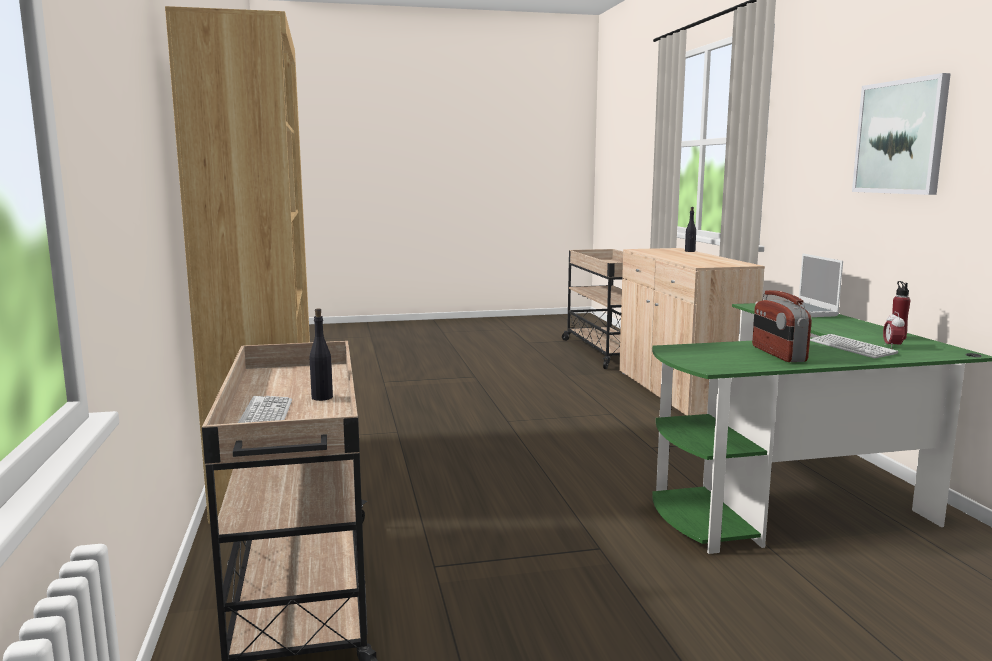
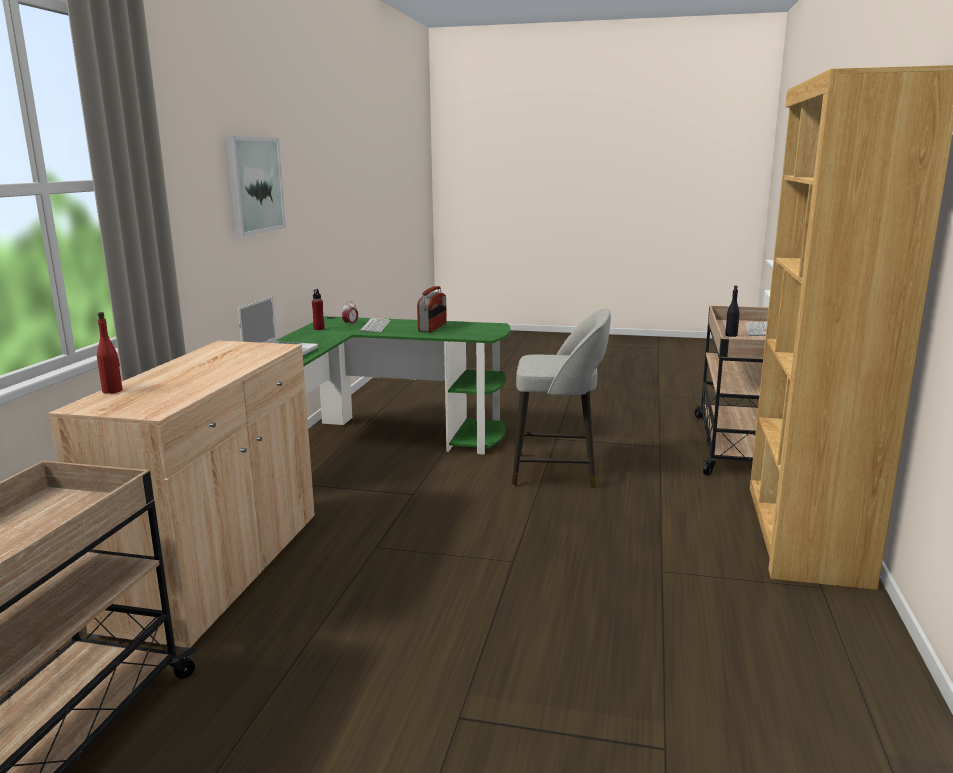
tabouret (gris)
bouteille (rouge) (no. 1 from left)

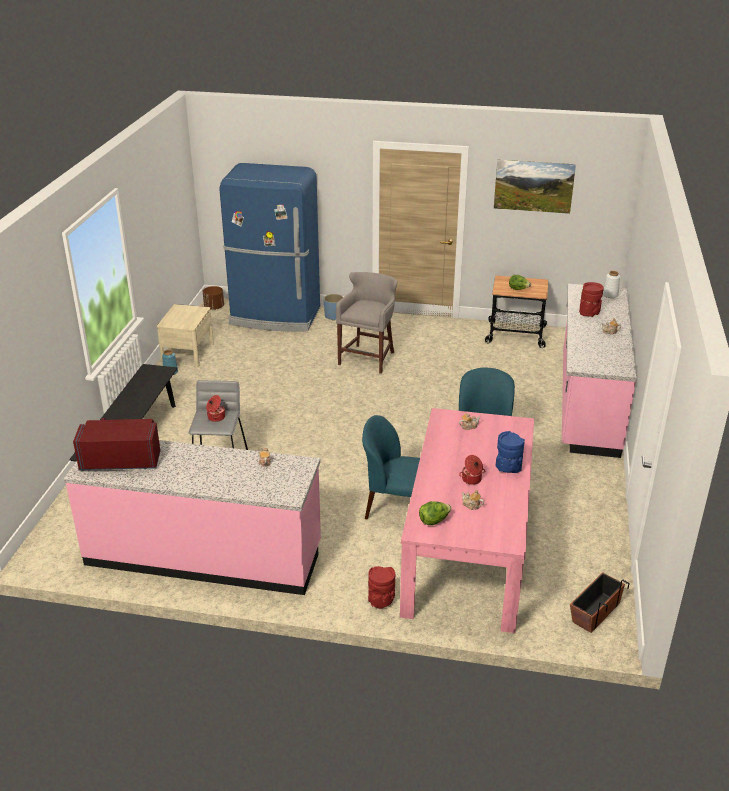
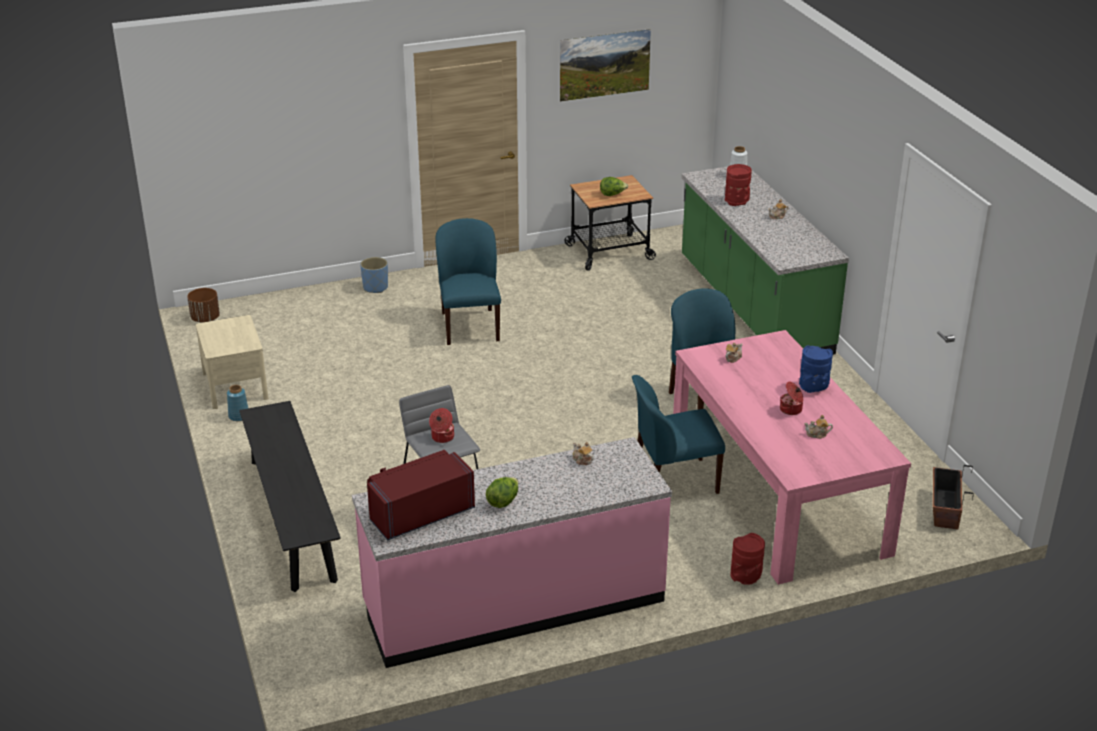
réfrigérateur (bleu)
laitue (no. 1 from left)
chaise (bleu) (no. 1 from left)
comptoir de cuisine (vert)

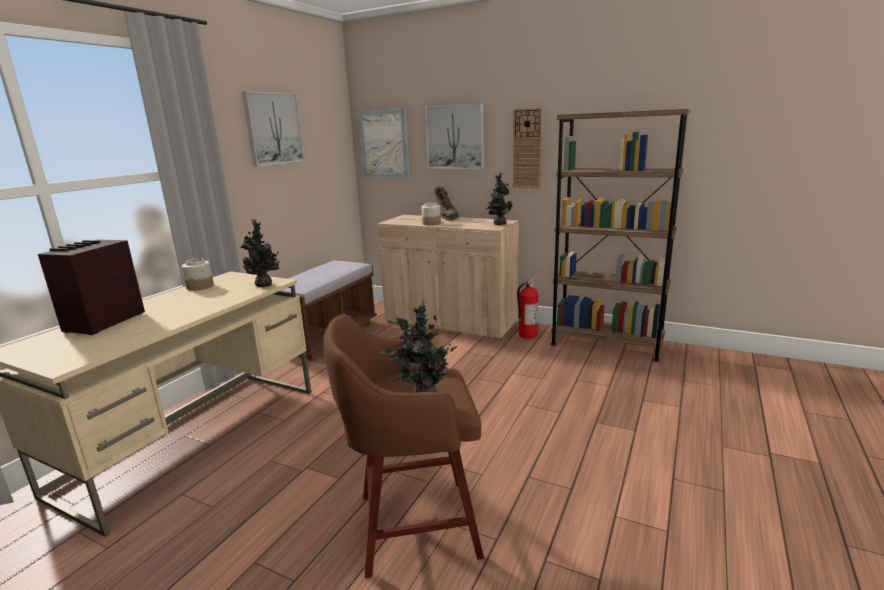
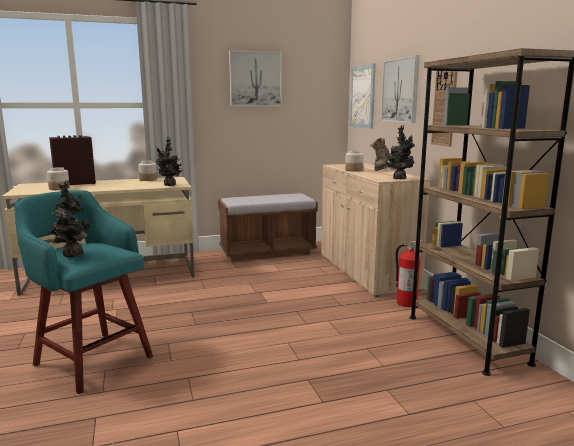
bocal (no. 1 from left)
tabouret (turquoise)

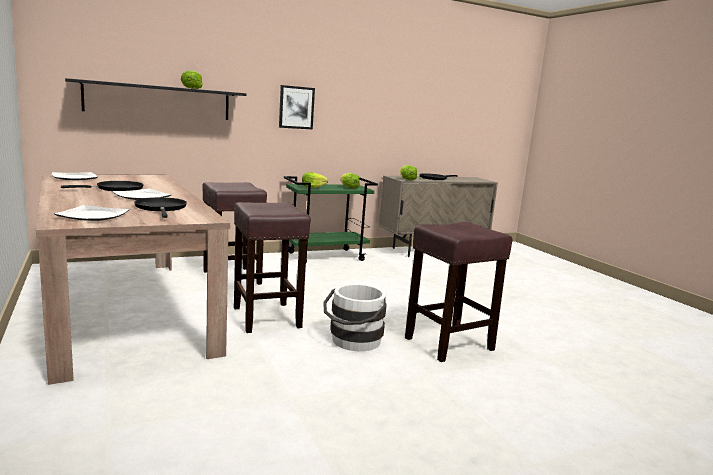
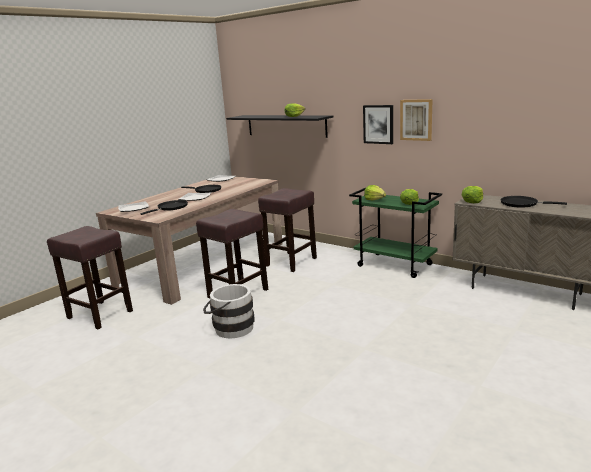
tableau (no. 2 from left)
tabouret (marron) (no. 1 from left)

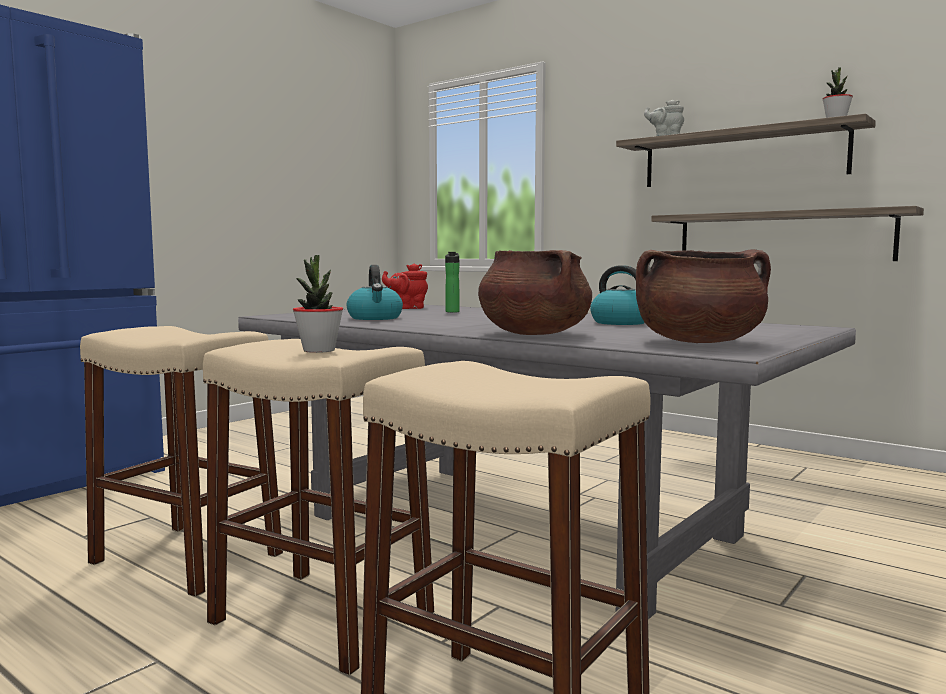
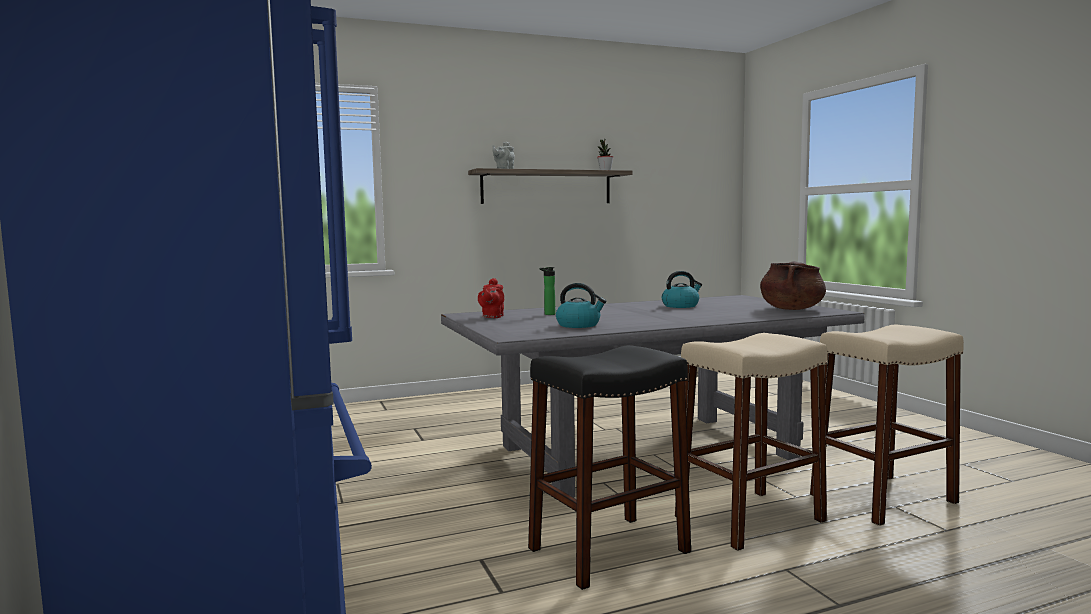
plante en pot (no. 1 from left in the first image)
marmite (marron) (no. 1 from left in the first image)
étagère (no. 2 from left in the first image)
tabouret (noir)

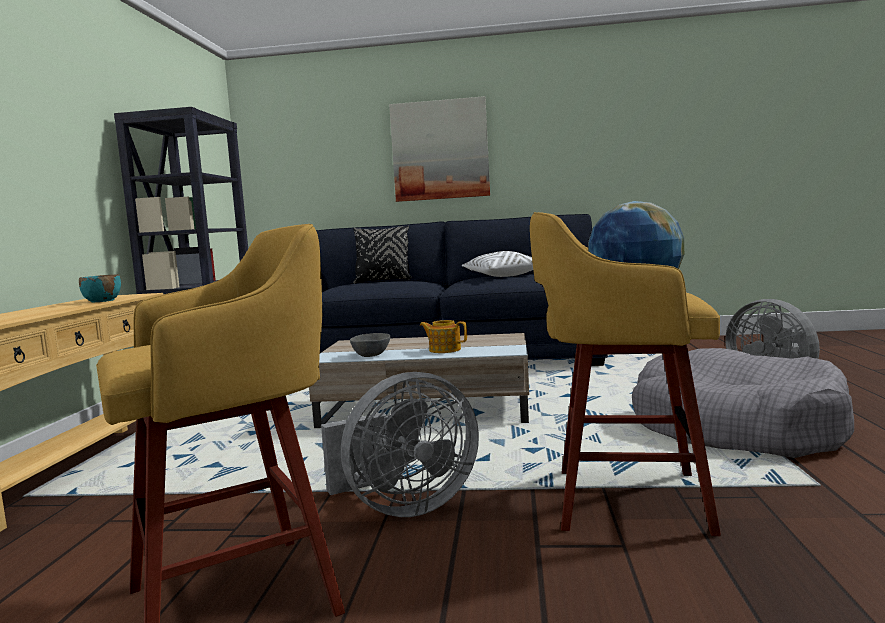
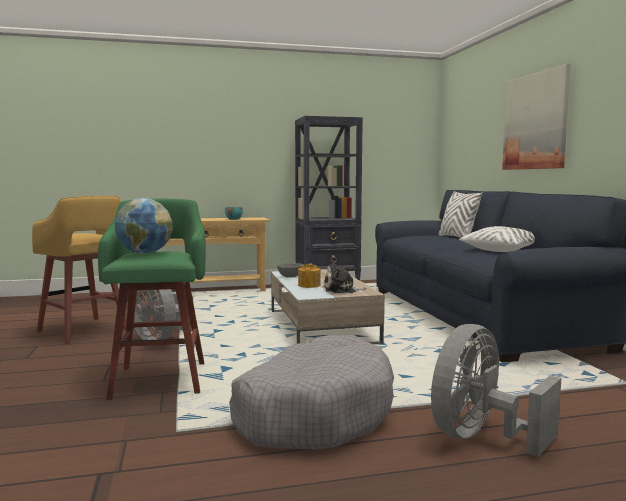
peluche
coussin (blanc) (no. 1 from left)
tabouret (vert)

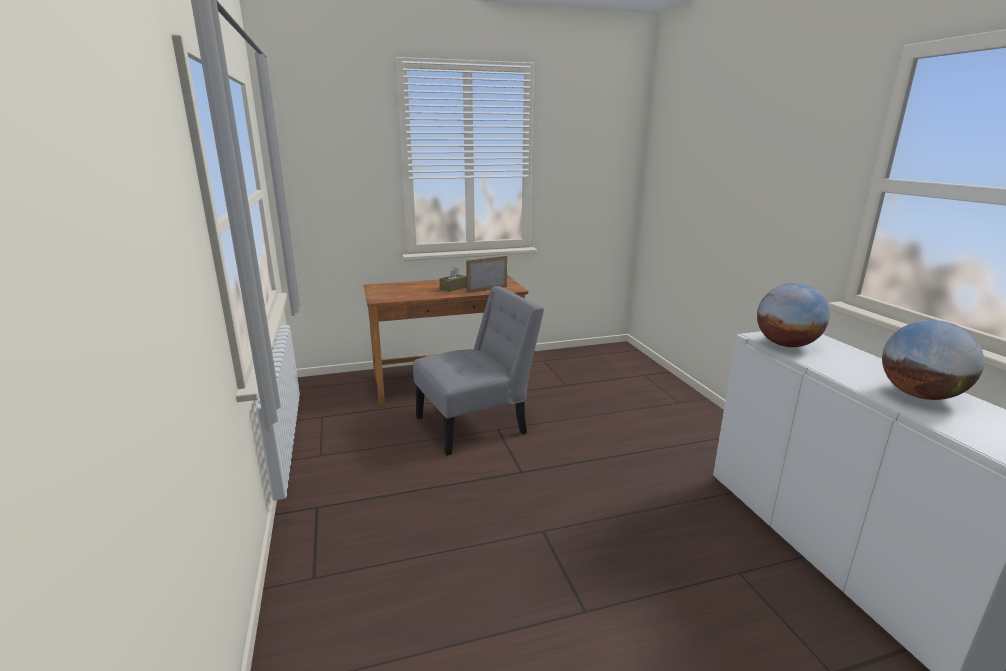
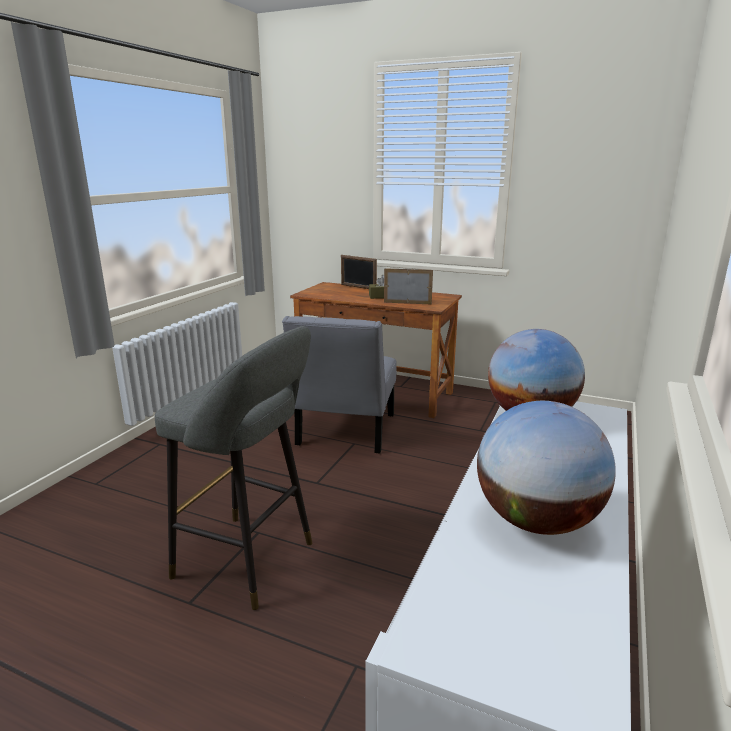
tabouret (gris)
cadre photo (no. 1 from left)
chaise (gris)

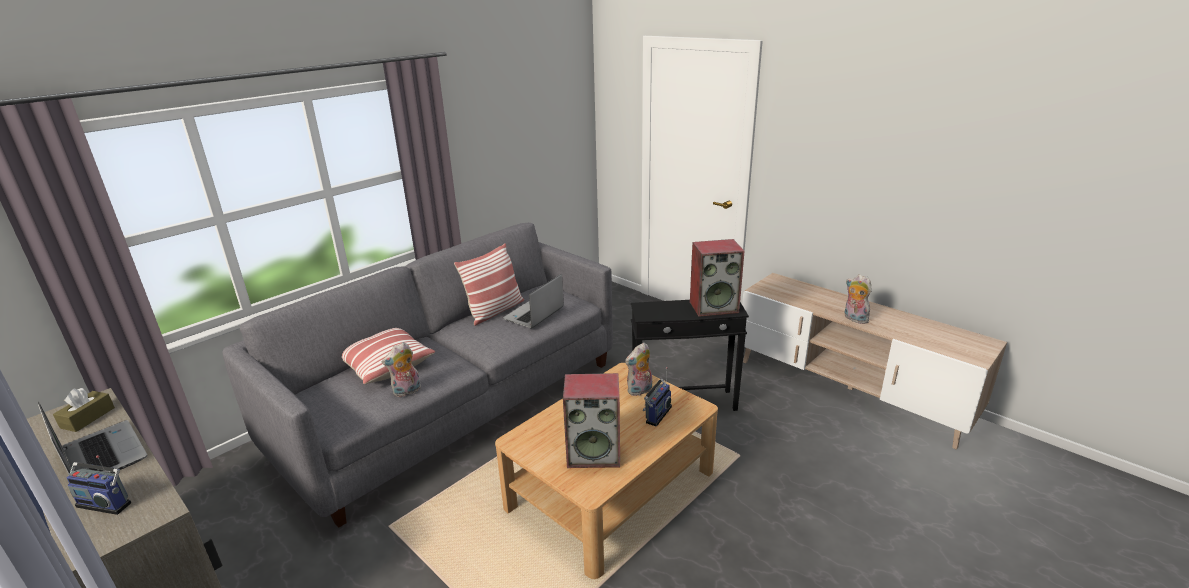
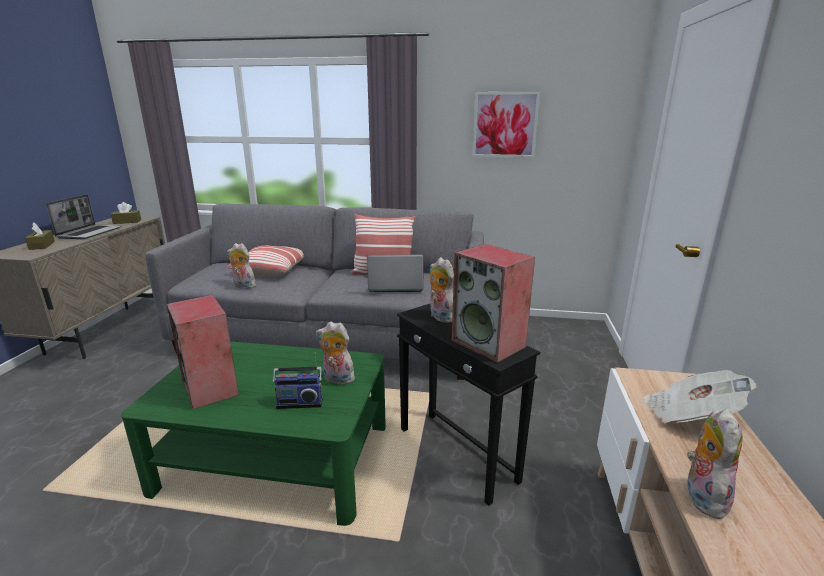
peluche (no. 3 from left)
tableau
journal
boîte à mouchoirs (marron) (no. 1 from left)
table basse (vert)

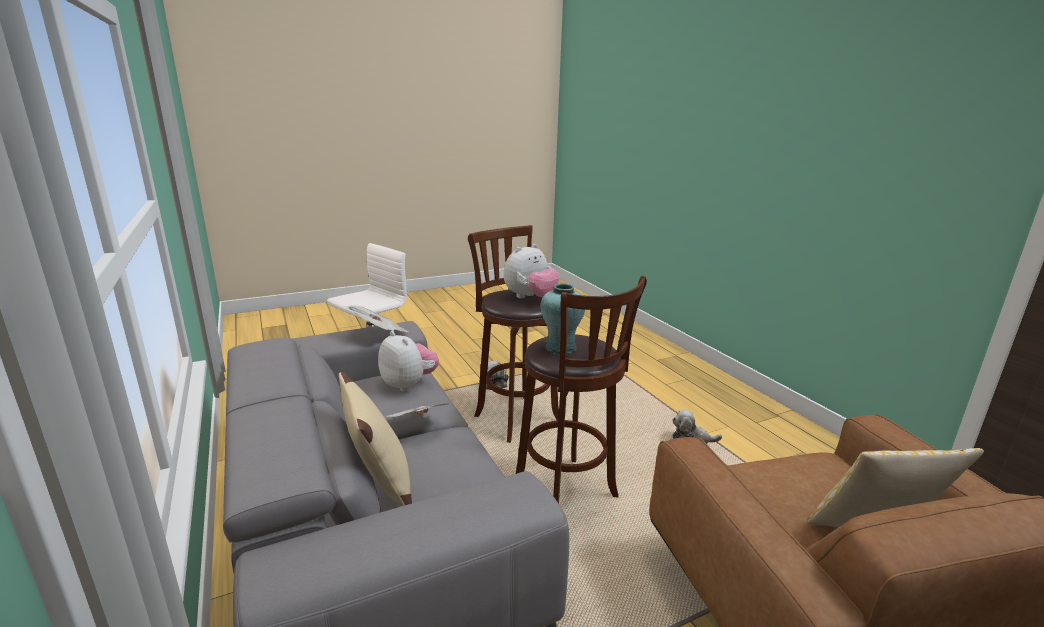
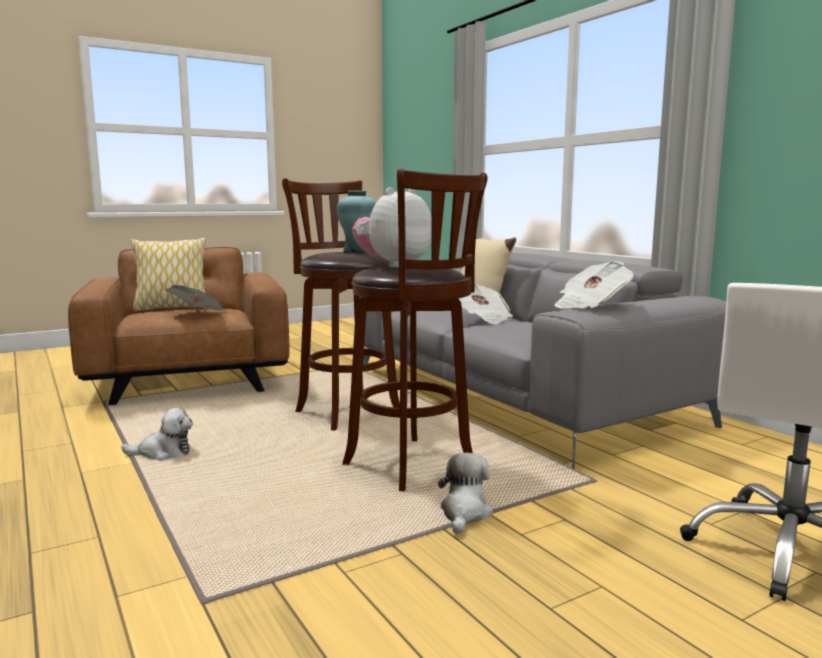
peluche (no. 1 from left in the first image)
journal (no. 1 from left)

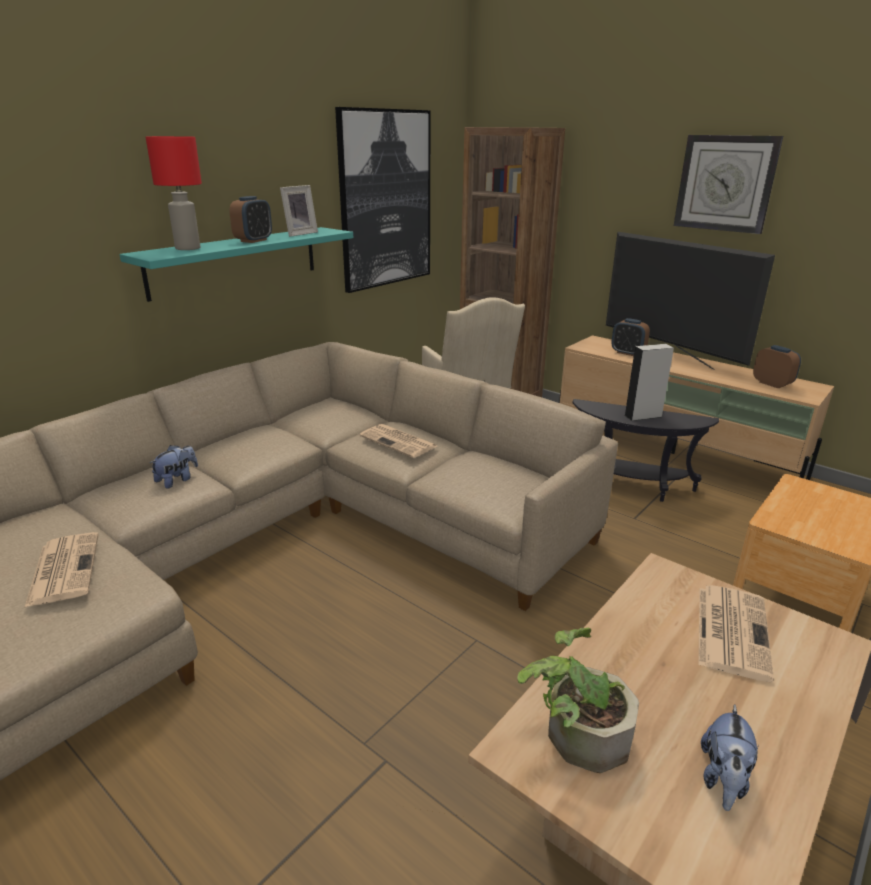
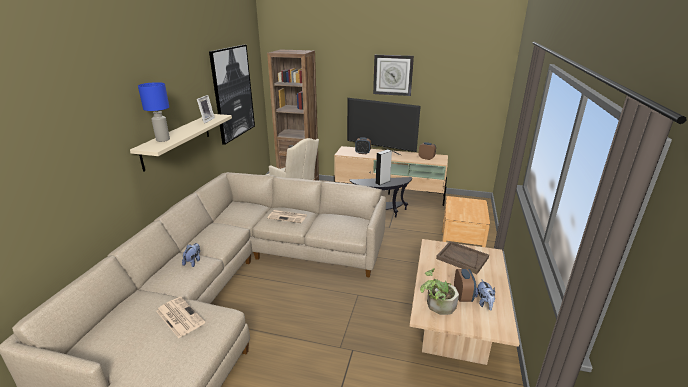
réveil (no. 3 from left)
plateau (marron)
étagère (beige)
lampe de table (bleu)

